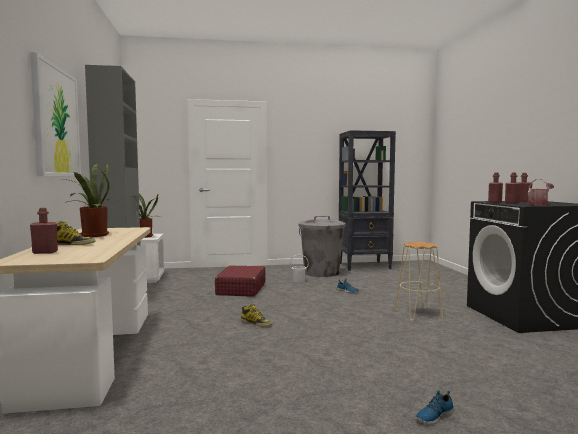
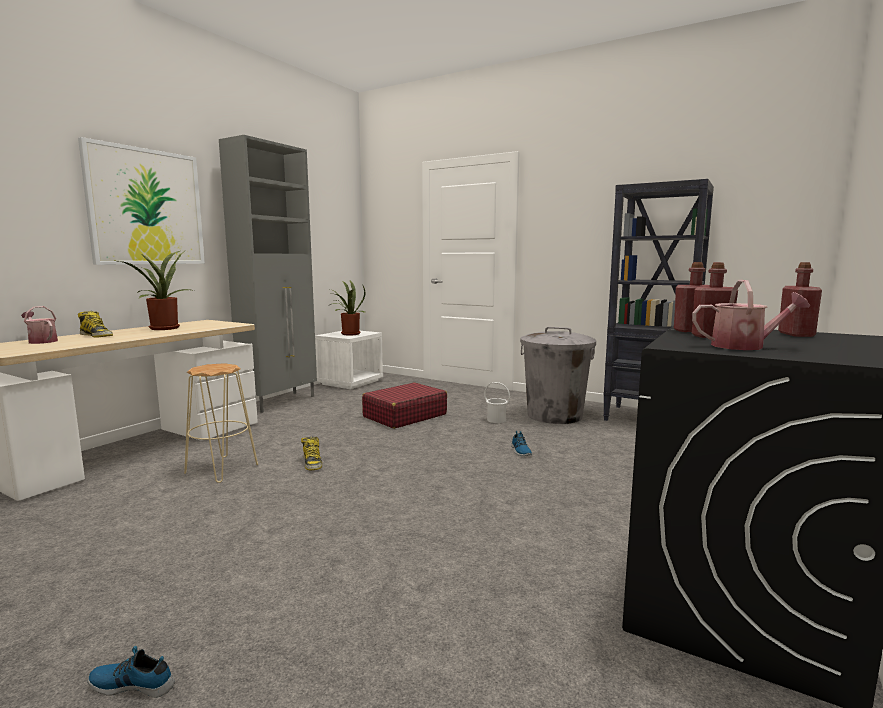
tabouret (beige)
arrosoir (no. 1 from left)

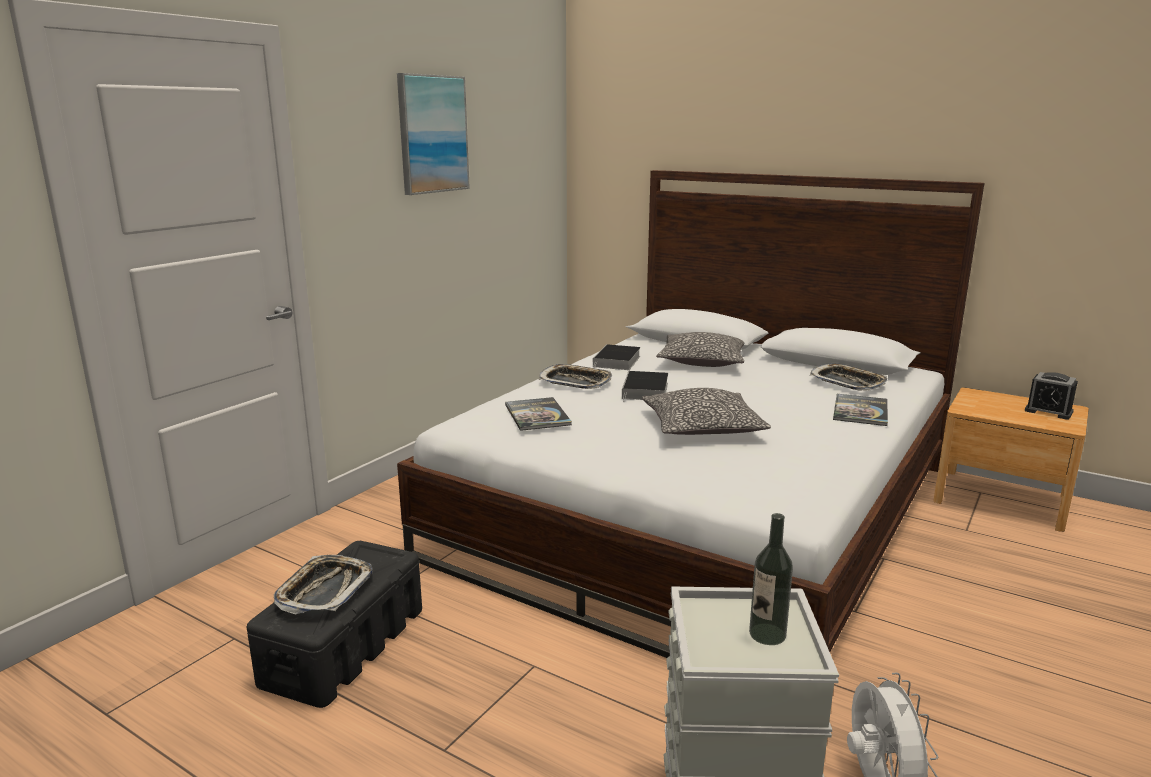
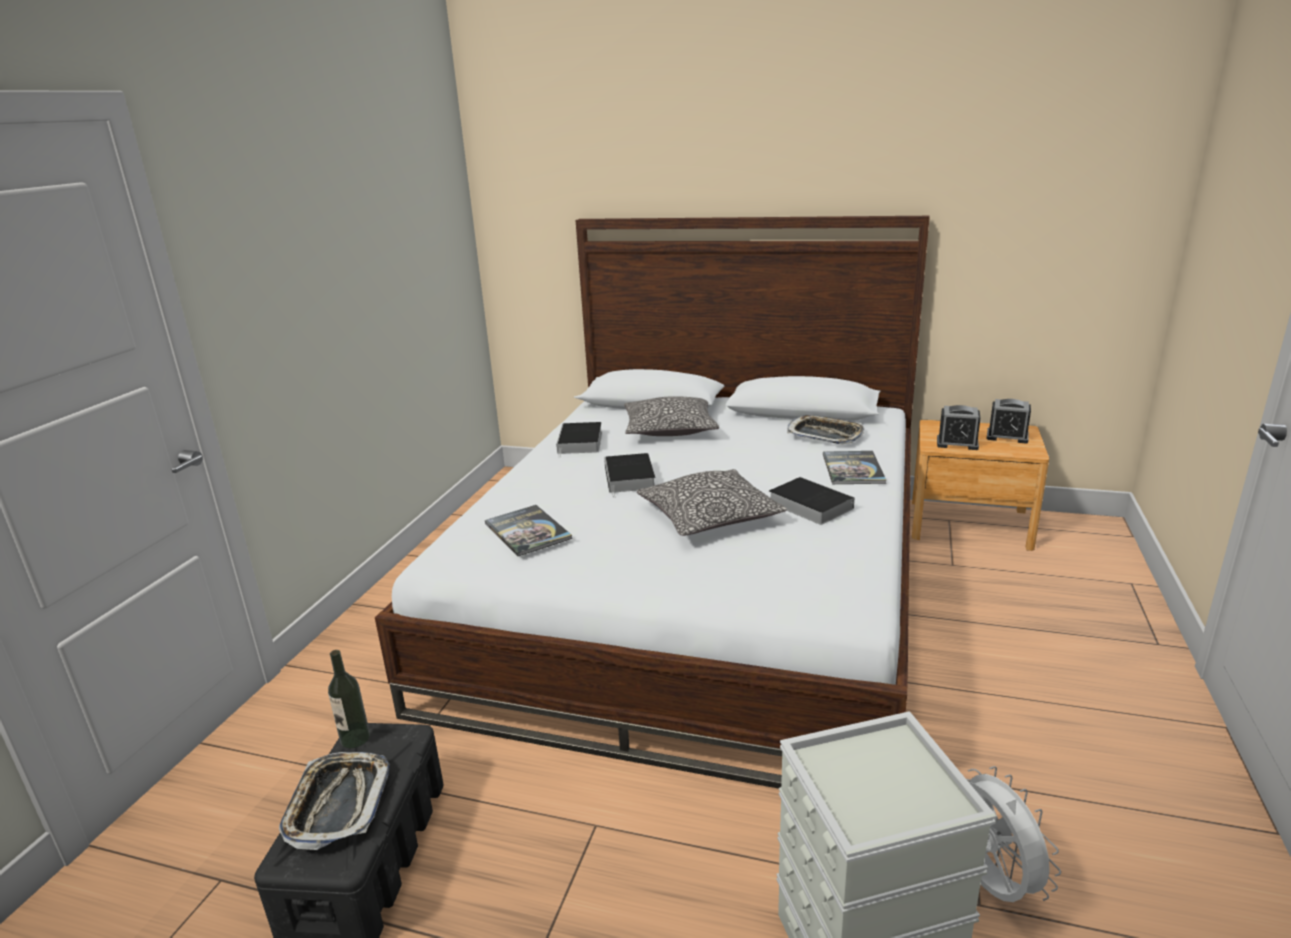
tableau
plateau (no. 2 from left in the first image)
livre (no. 4 from left)
réveil (no. 1 from left)
bouteille

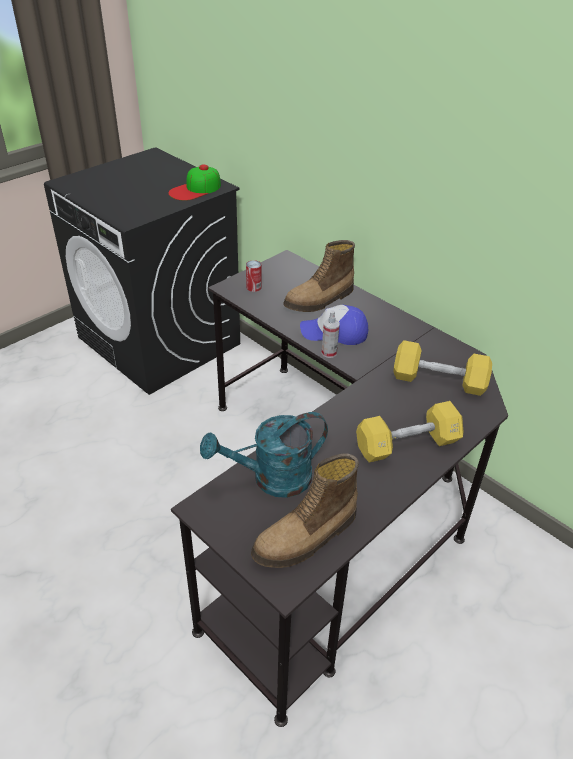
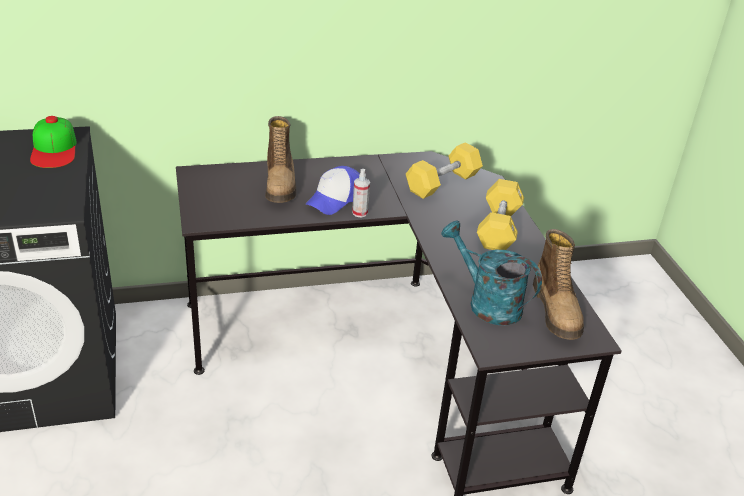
boîte métallique
arrosoir (turquoise)

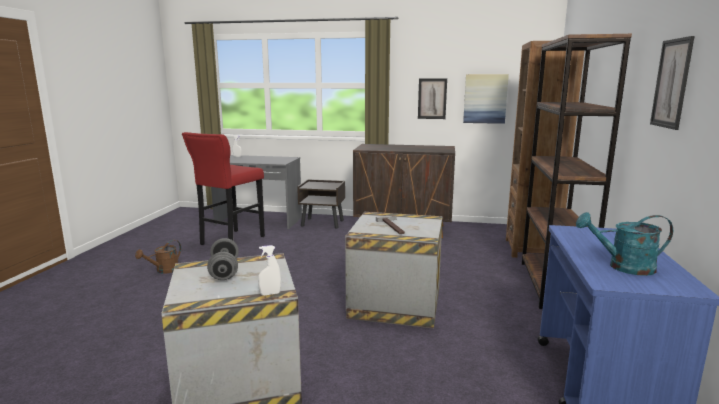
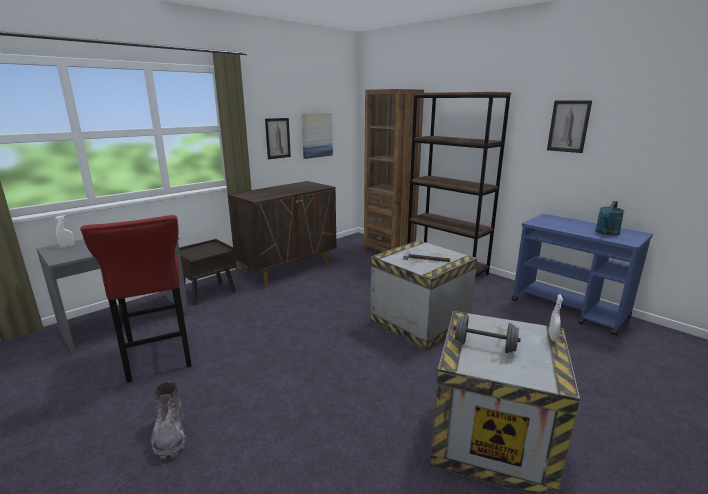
botte (gris)

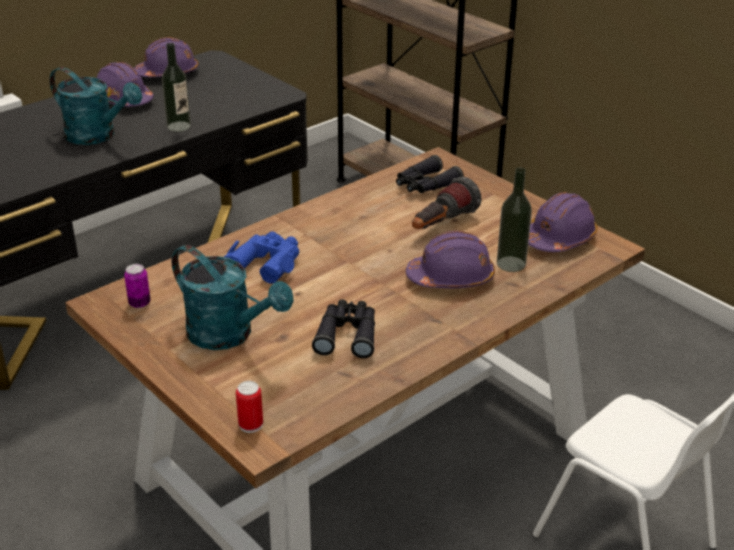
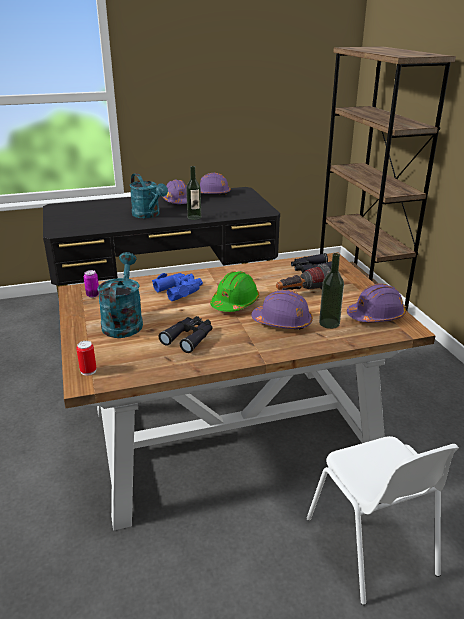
casque de chantier (vert)
arrosoir (turquoise) (no. 1 from left)

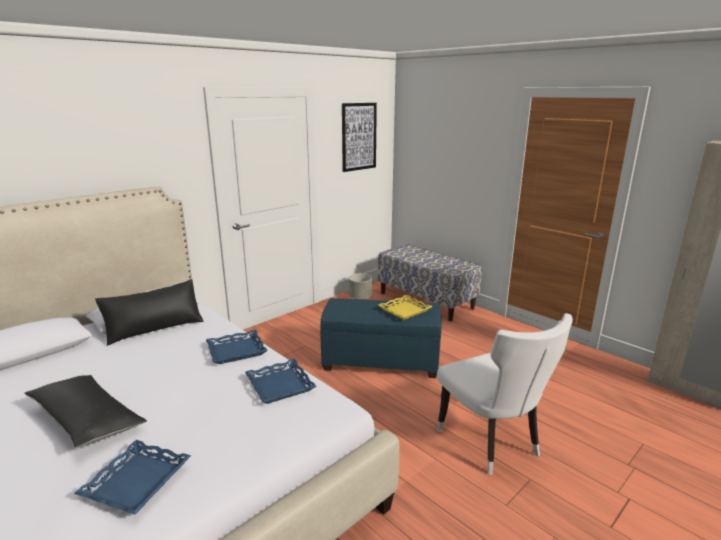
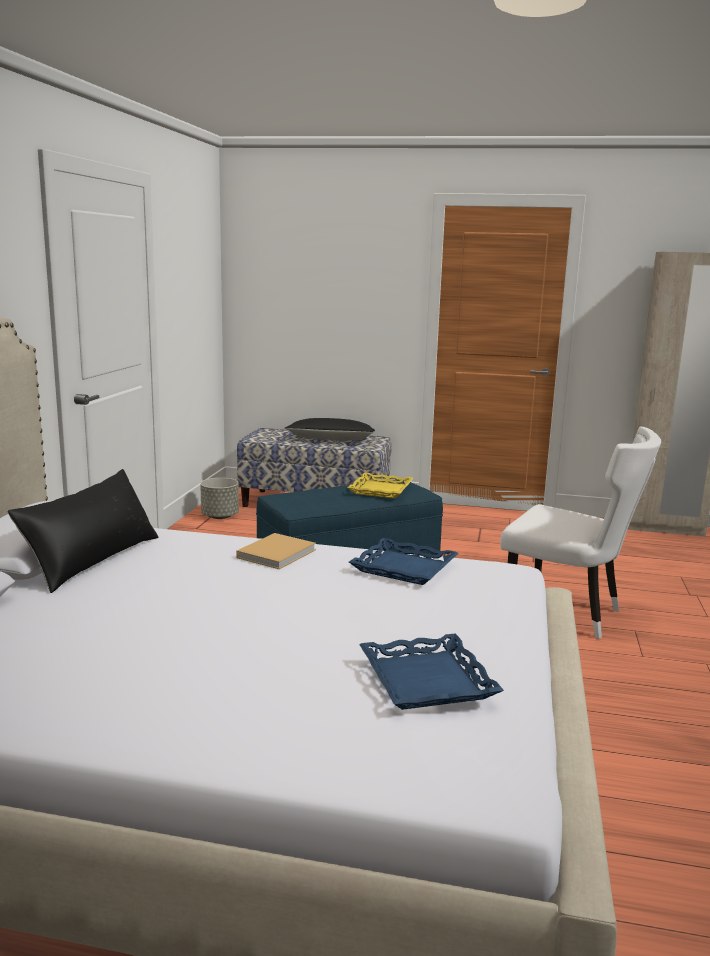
tableau
coussin (noir) (no. 2 from left)
livre (beige)

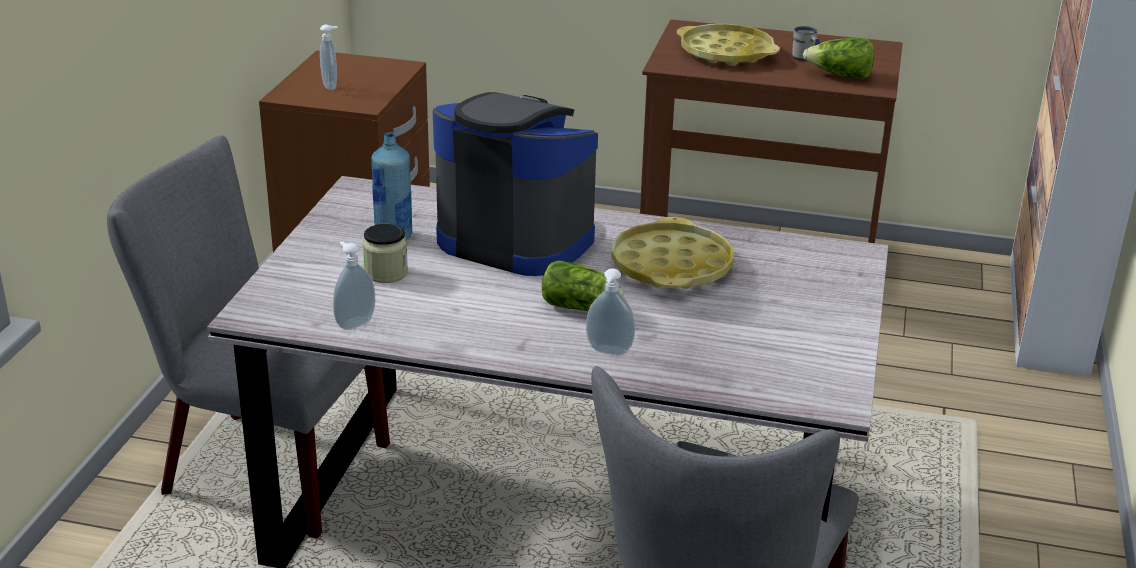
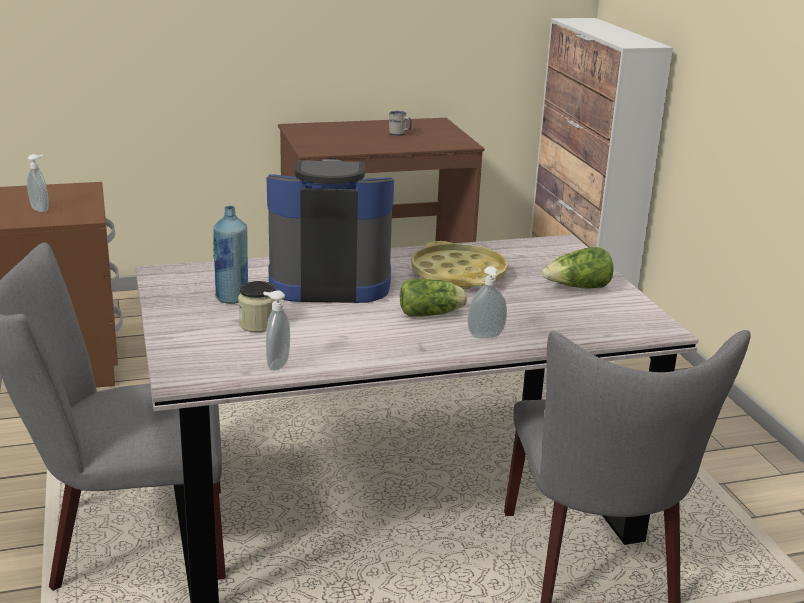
plateau (jaune) (no. 2 from left in the first image)
laitue (no. 2 from left)

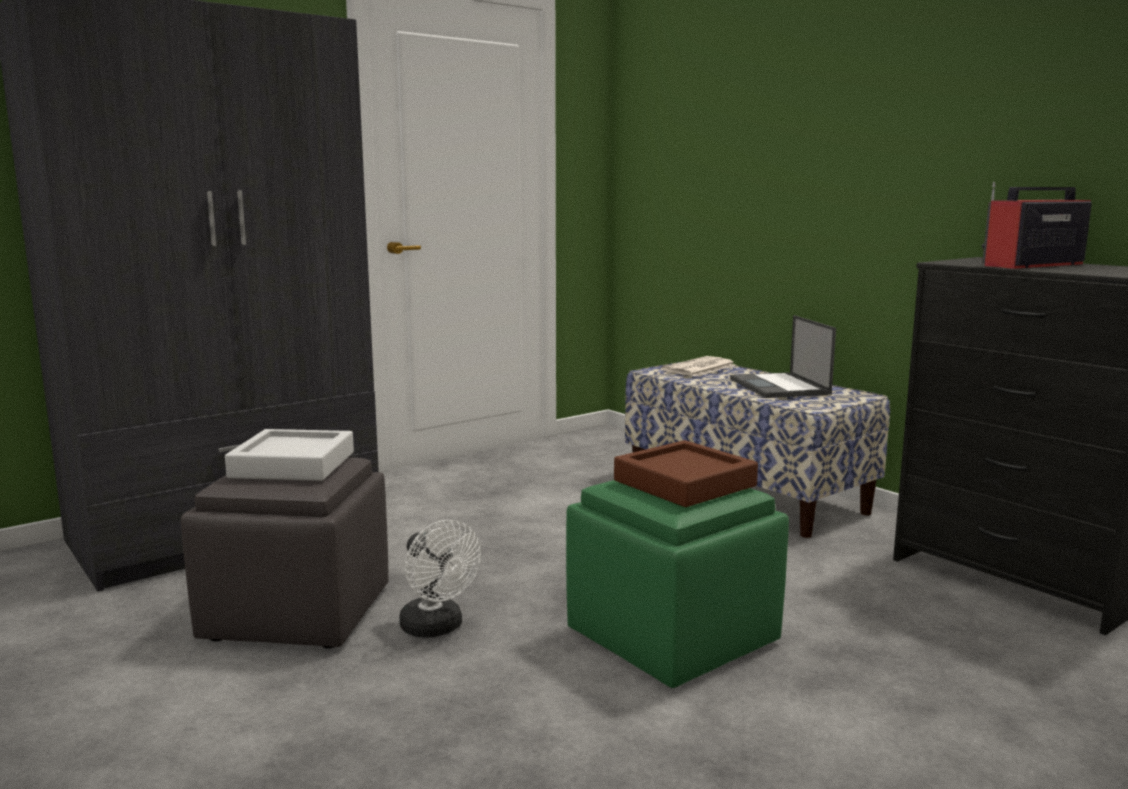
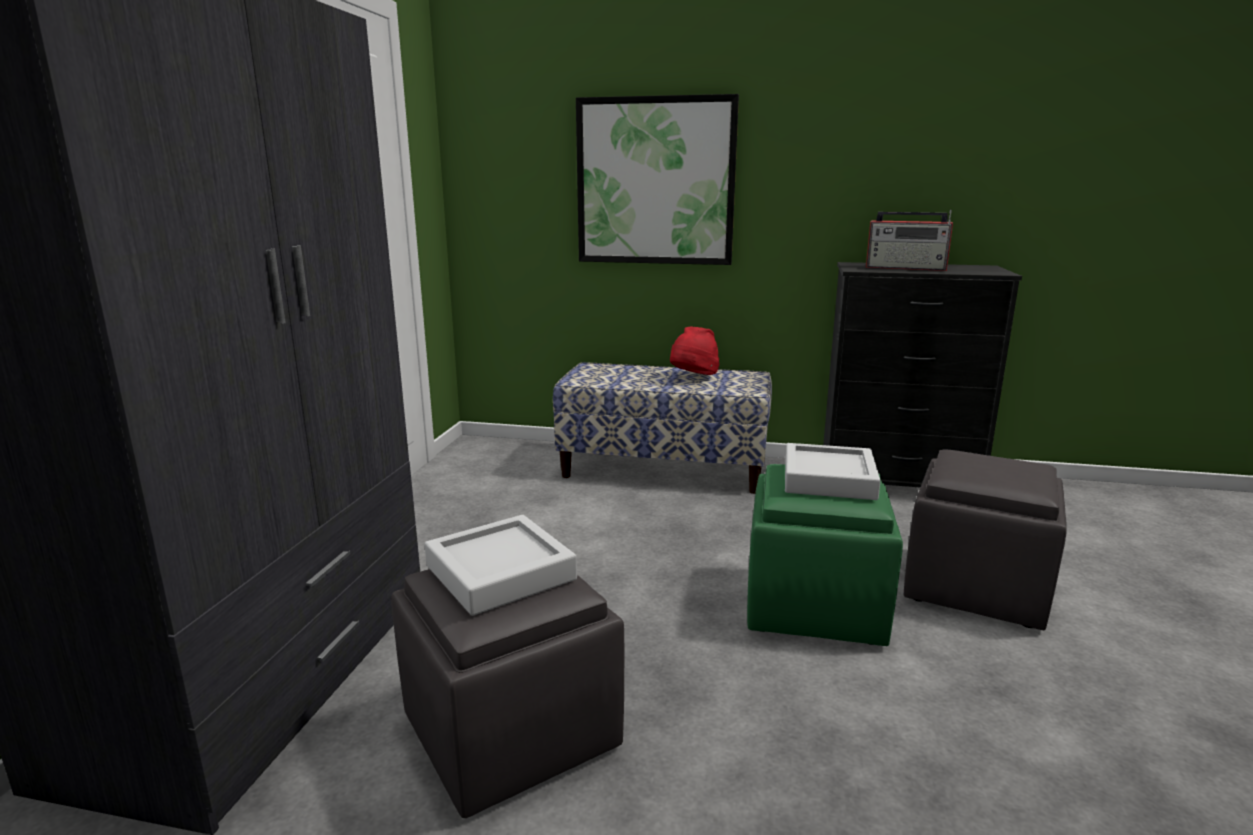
ventilateur (blanc)
journal
tableau
pouf (gris) (no. 2 from left)
chapeau (rouge)
plateau (gris) (no. 2 from left)
radio

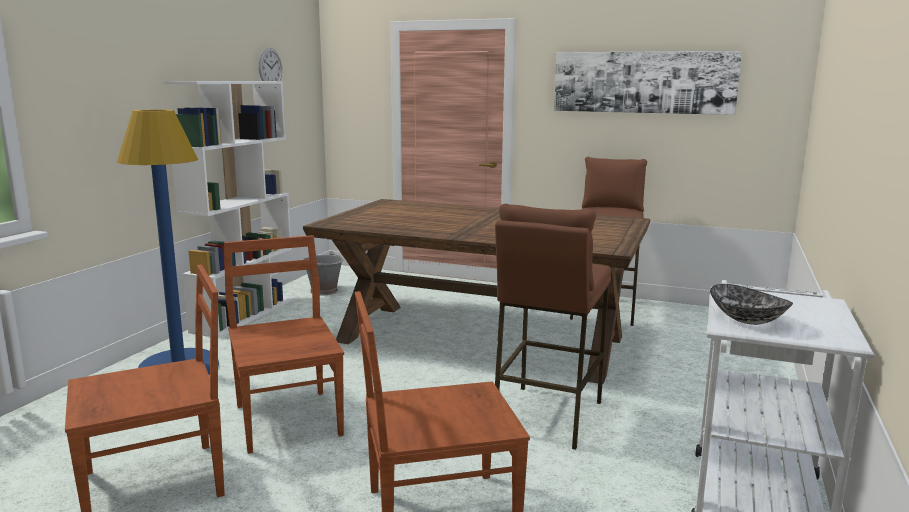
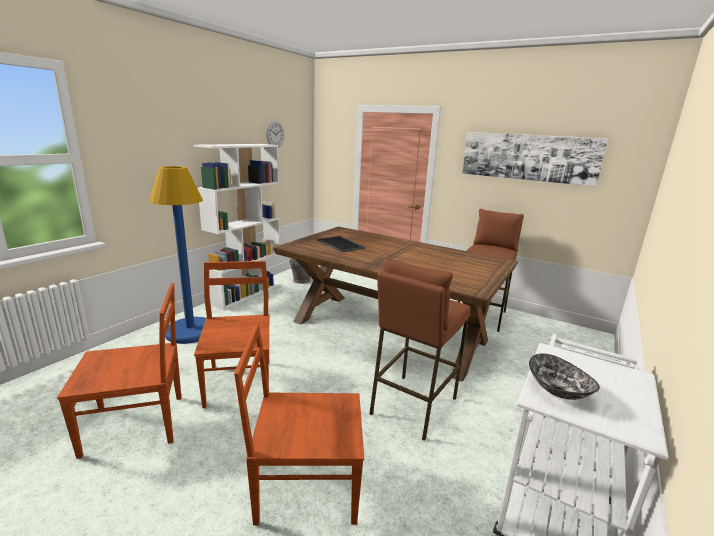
plateau

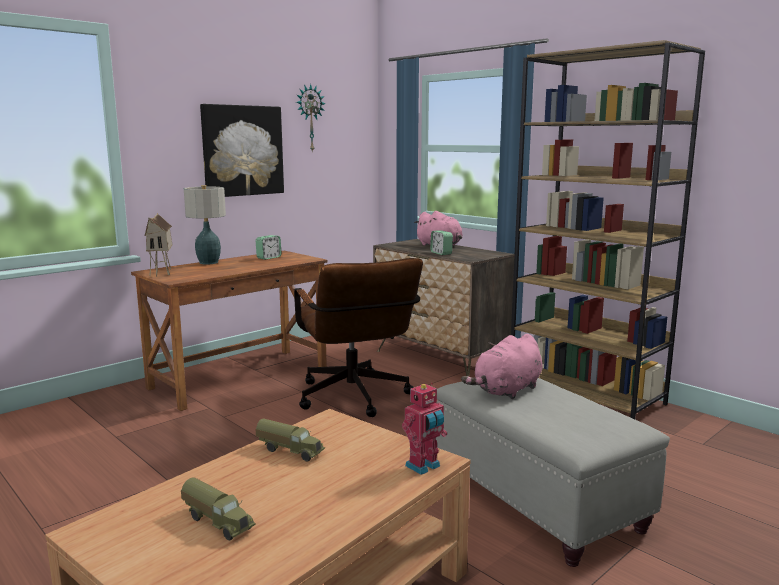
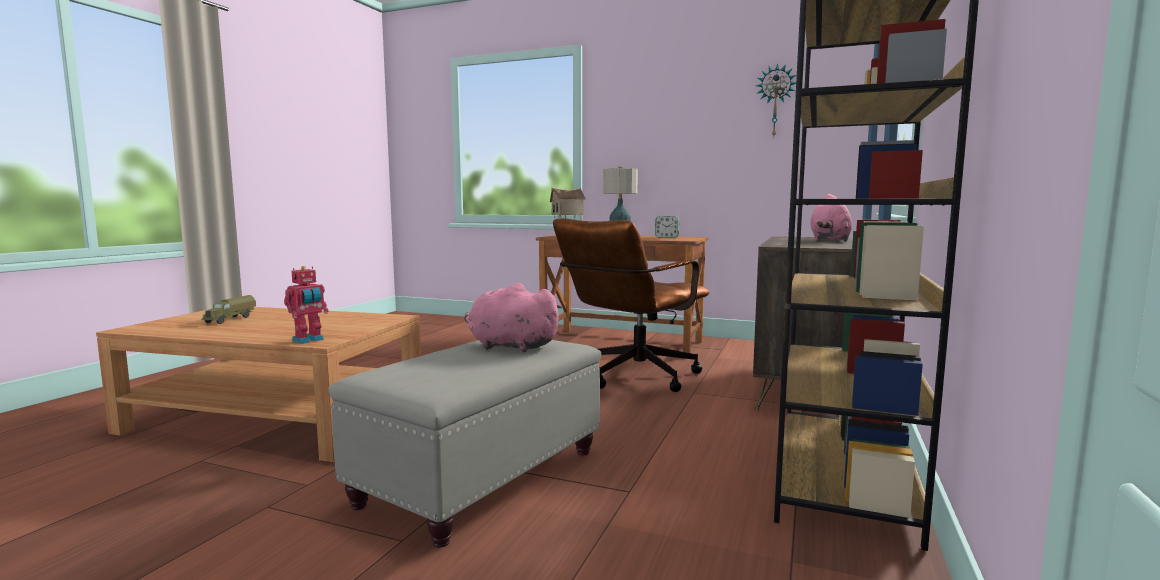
tableau
camion jouet (no. 2 from left in the first image)
réveil (no. 2 from left in the first image)
robot jouet

